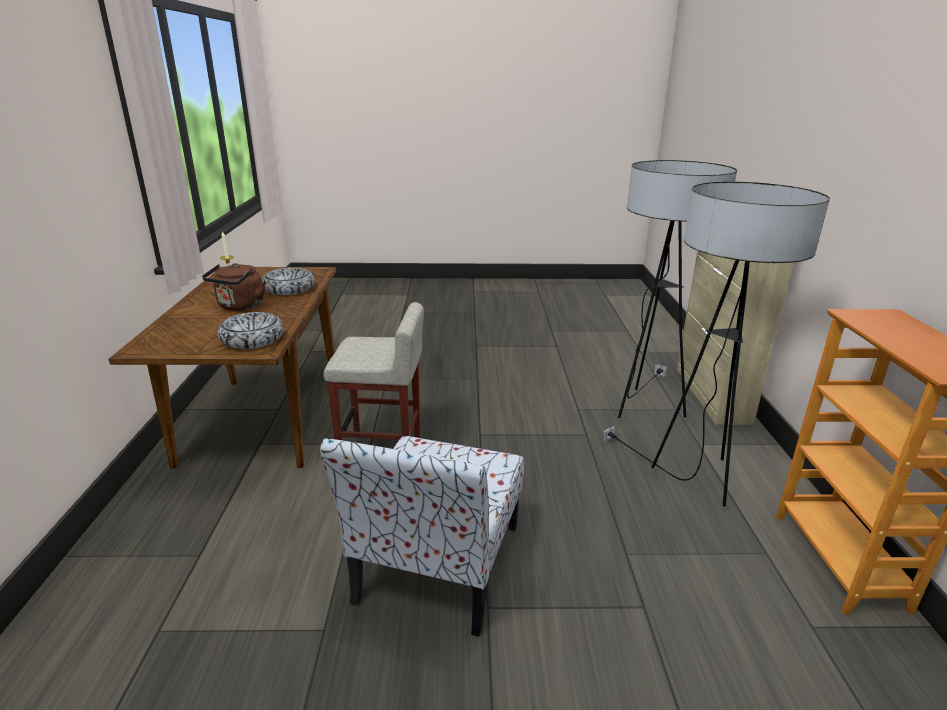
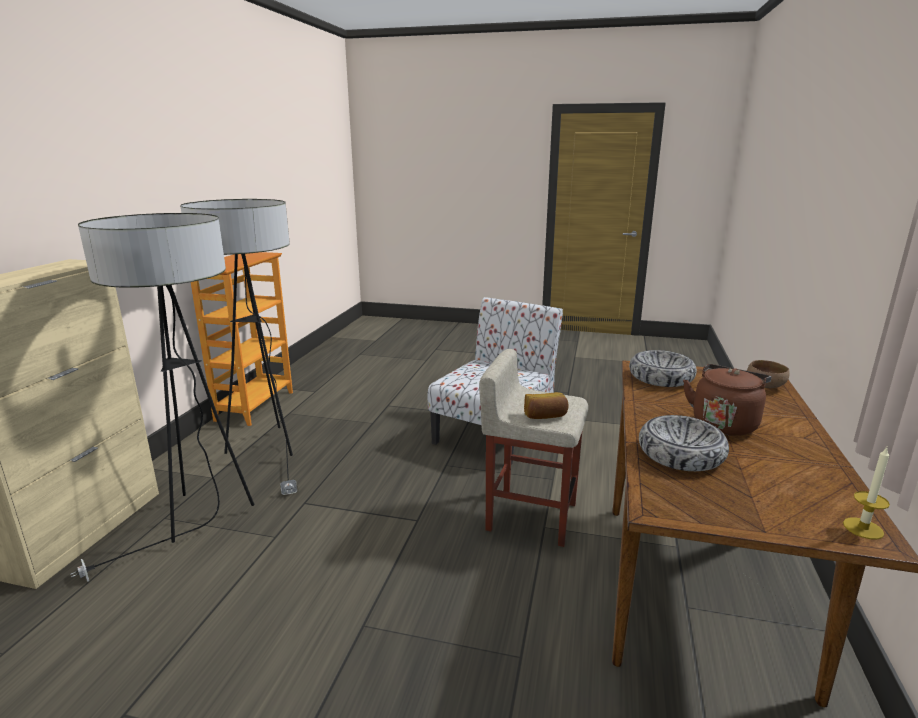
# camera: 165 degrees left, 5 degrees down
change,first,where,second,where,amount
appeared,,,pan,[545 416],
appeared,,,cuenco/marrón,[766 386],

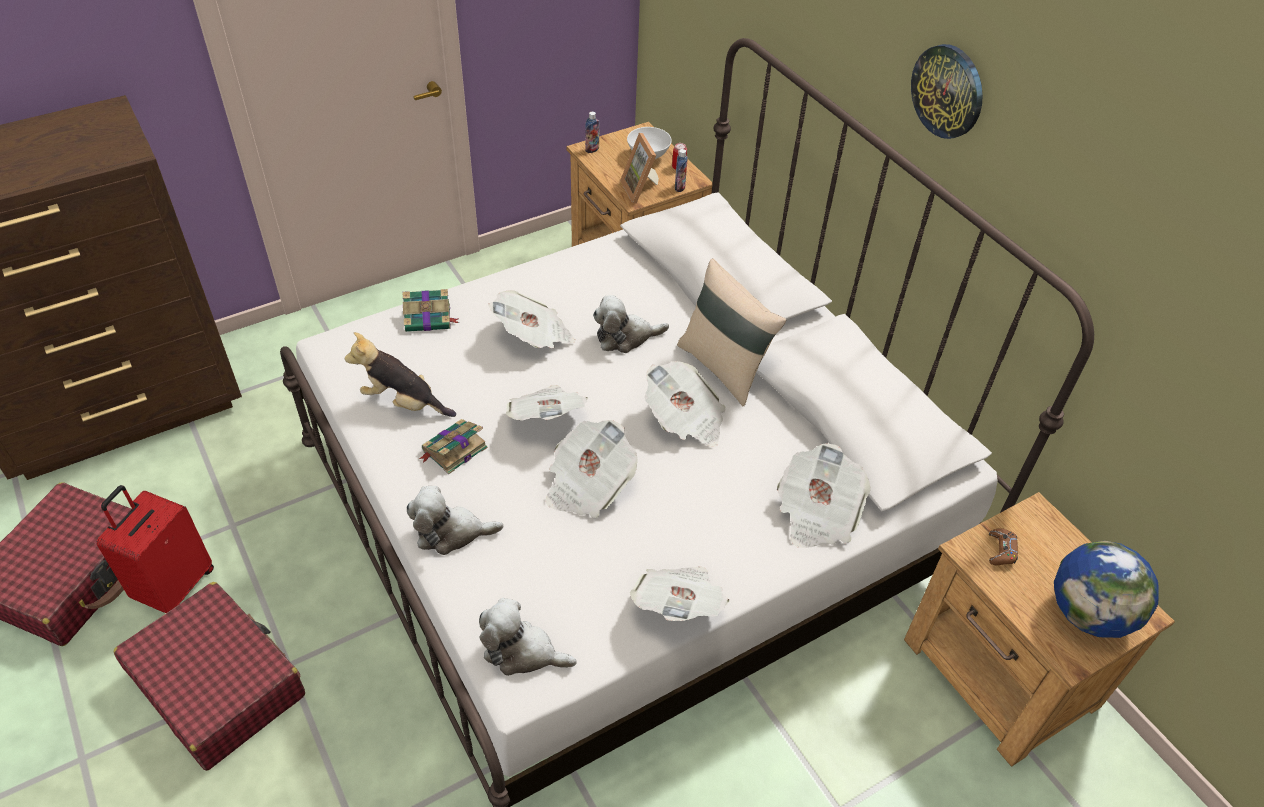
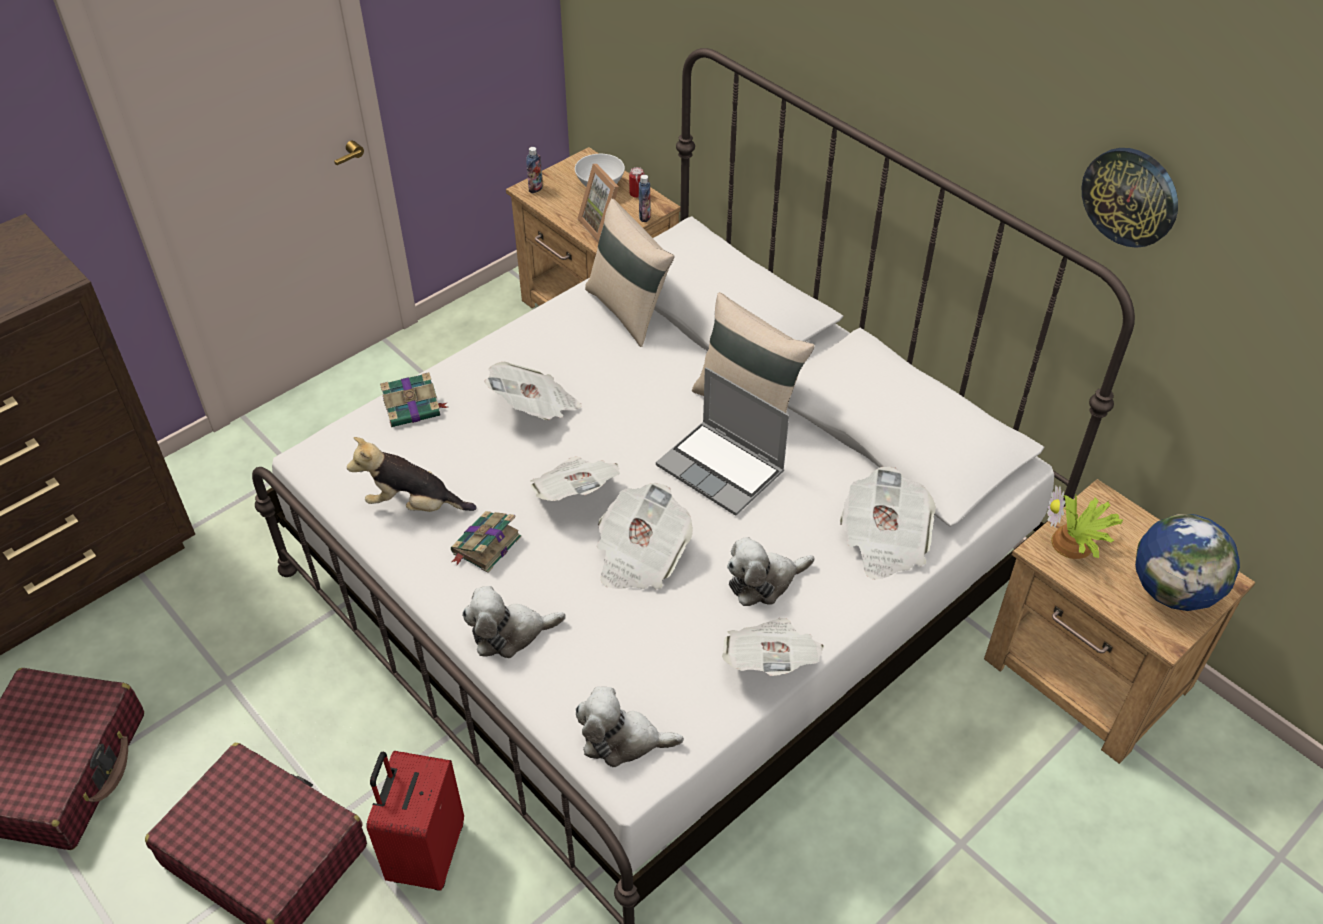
# camera: 10 degrees left, 0 degrees up
change,first,where,second,where,amount
relocated,maleta/rojo,[174 586],,[425 854],
relocated,peluche,[625 337],,[764 582],
exchanged,periódico,[685 420],portátil,[722 469],
relocated,reloj de pared,[948 91],,[1130 196],
exchanged,mando de consola/marrón,[1001 550],planta en maceta,[1074 544],
appeared,,,cojín/beis,[629 311],

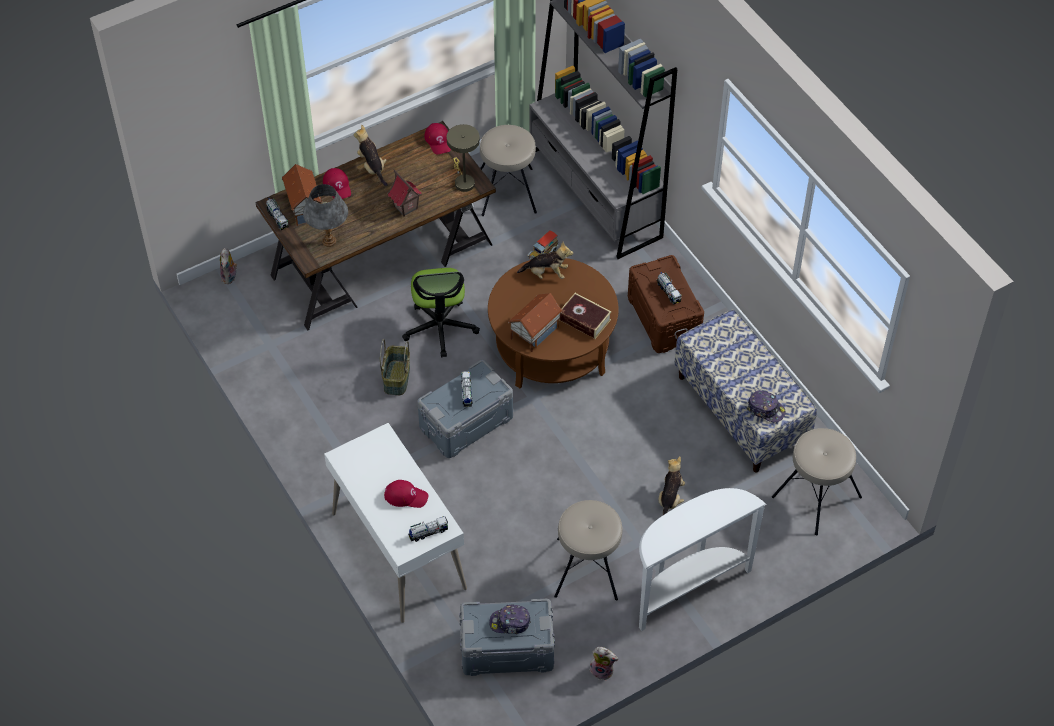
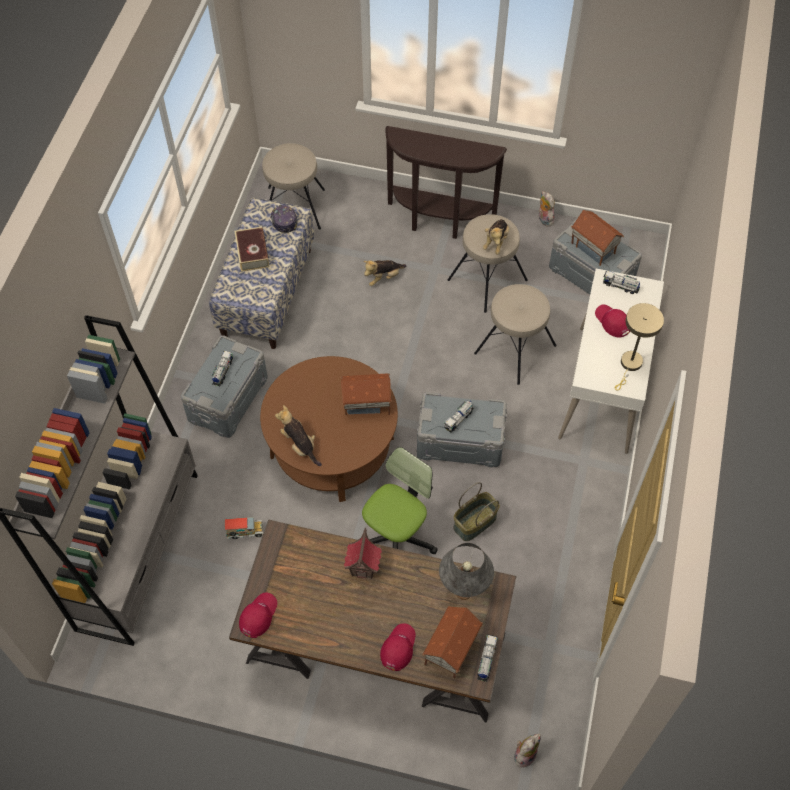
# camera: 135 degrees left, 5 degrees up
change,first,where,second,where,amount
relocated,peluche,[372 167],,[496 242],
relocated,lámpara de mesa/beis,[463 181],,[630 365],
relocated,taburete/beis,[508 191],,[514 349],
exchanged,gorra,[510 623],casita,[594 247],
relocated,libro,[584 320],,[252 253],
colour,caja de almacenaje/marrón,[664 318],caja de almacenaje/gris,[227 398],
colour,mesa consola/blanco,[686 587],mesa consola/marrón,[438 222],

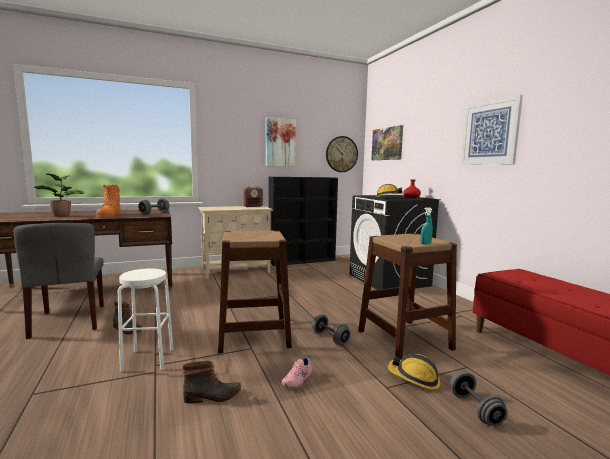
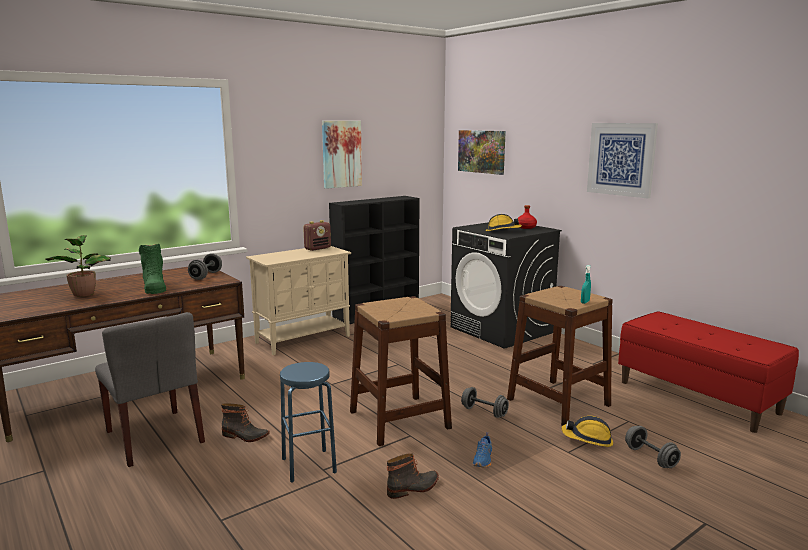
# camera: 15 degrees left, 5 degrees up
change,first,where,second,where,amount
colour,bota/naranja,[109 215],bota/verde,[154 287],
colour,taburete/blanco,[148 359],taburete/azul,[308 465],
colour,zapato/rosa,[298 381],zapato/azul,[483 460],
missing,reloj de pared,[341 154],,,

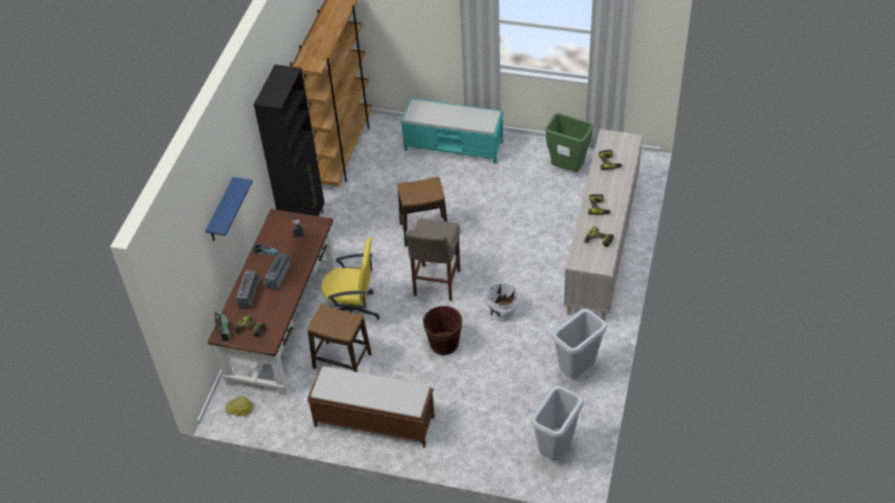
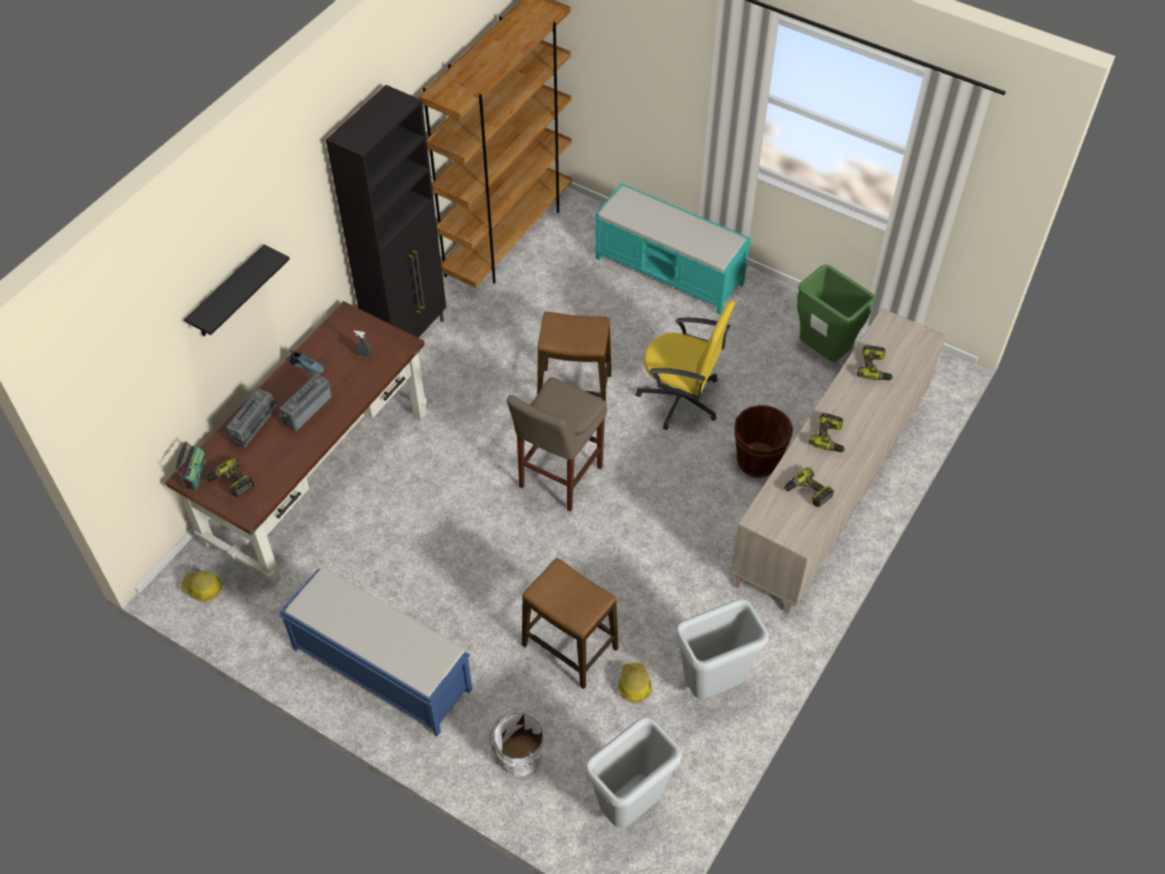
# camera: 15 degrees right, 5 degrees up
change,first,where,second,where,amount
colour,estante/azul,[221 211],estante/negro,[228 294],
relocated,taburete,[342 361],,[569 647],
colour,banco/marrón,[373 421],banco/azul,[380 668],
relocated,silla de oficina/amarillo,[353 311],,[681 399],
relocated,cubo/marrón,[444 344],,[757 461],
relocated,cubo/blanco,[502 312],,[518 756],
appeared,,,casco,[634 685],

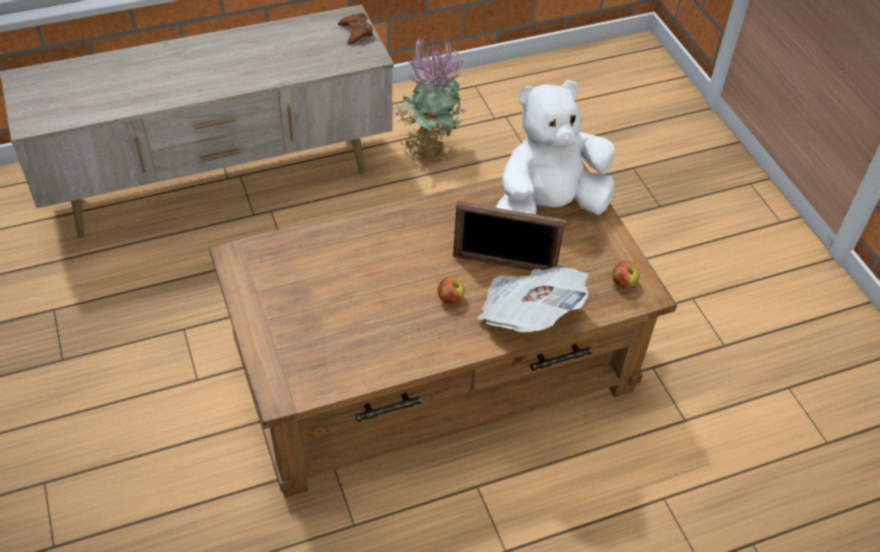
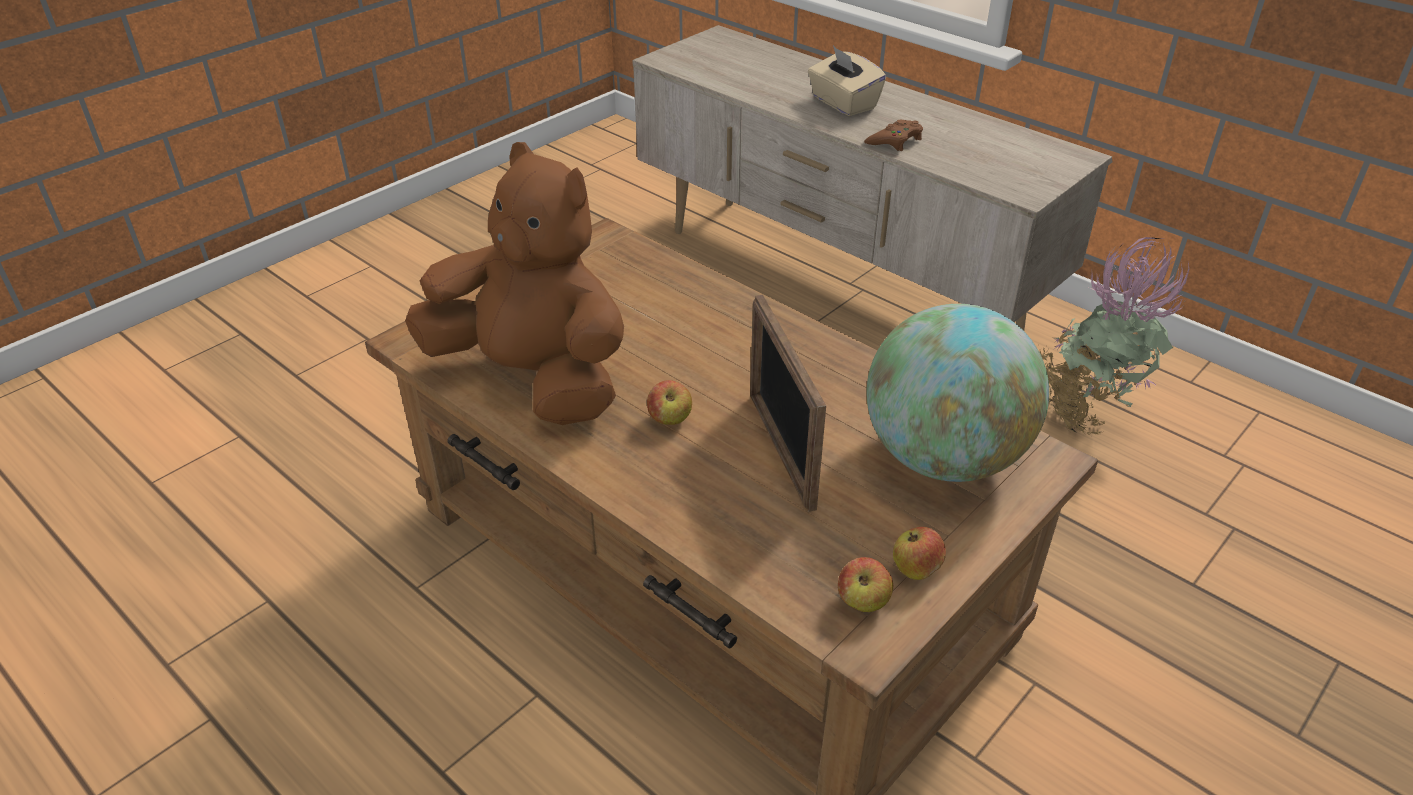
# camera: 65 degrees right, 10 degrees down
change,first,where,second,where,amount
relocated,mando de consola/marrón,[356 32],,[895 141],
missing,periódico,[528 314],,,
exchanged,peluche/blanco,[548 208],globo terráqueo,[944 458],
appeared,,,peluche/marrón,[534 378],
appeared,,,caja de pañuelos/beis,[843 103],
appeared,,,manzana,[916 569],

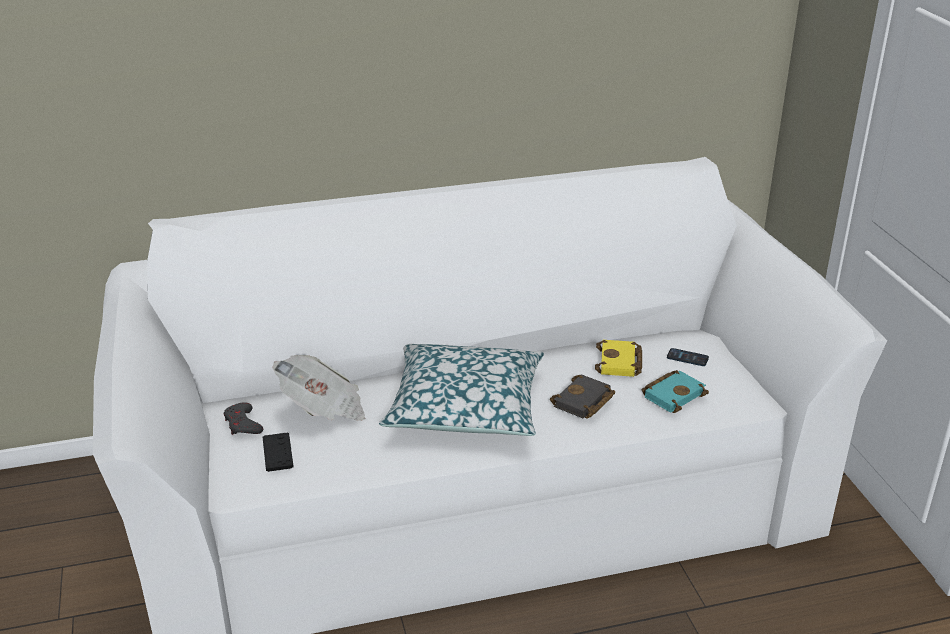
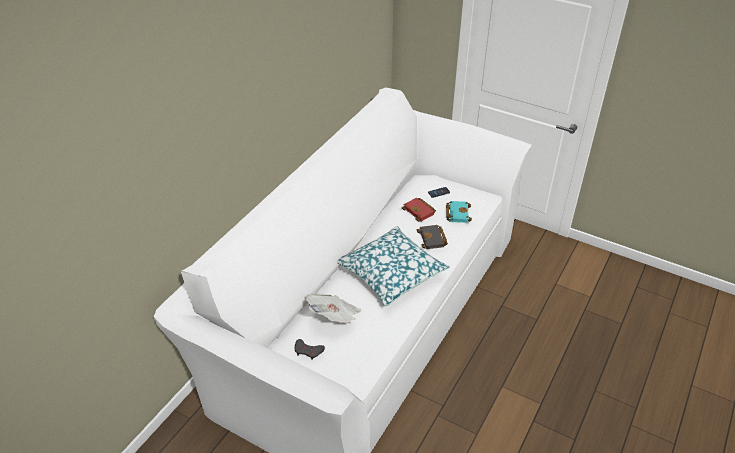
# camera: 45 degrees left, 10 degrees up
change,first,where,second,where,amount
missing,mando de consola/negro,[277 453],,,
colour,libro/amarillo,[620 363],libro/rojo,[420 211],

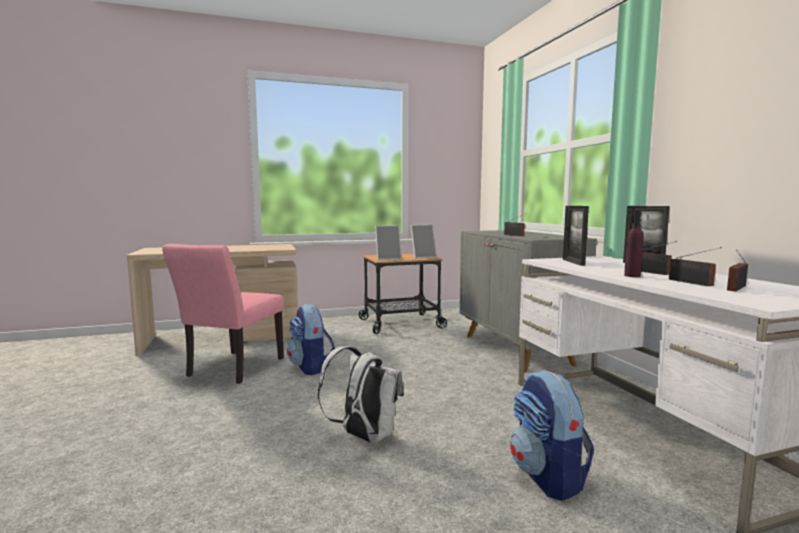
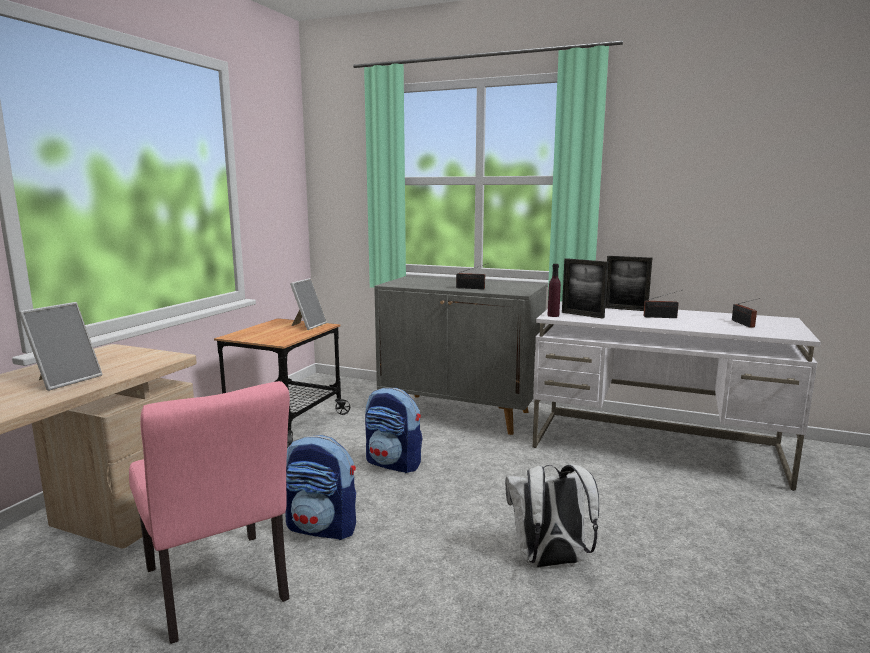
# camera: 50 degrees left, 5 degrees up
change,first,where,second,where,amount
relocated,portarretratos,[388 259],,[65 380],
relocated,mochila,[547 477],,[394 463],
relocated,botella/morado,[632 276],,[553 315],
missing,radio,[692 283],,,

